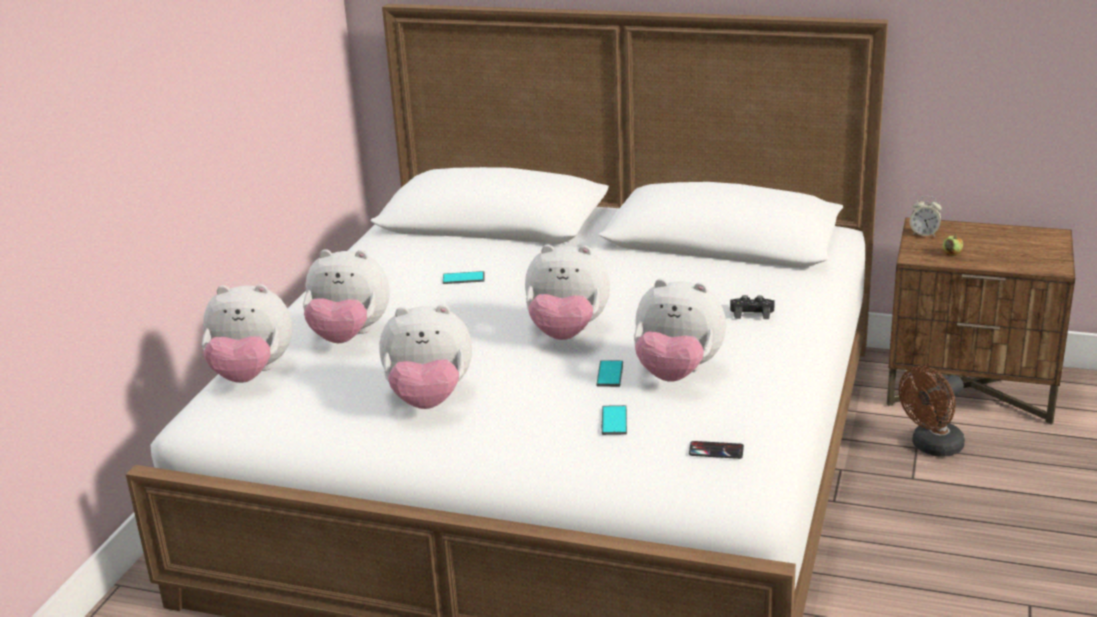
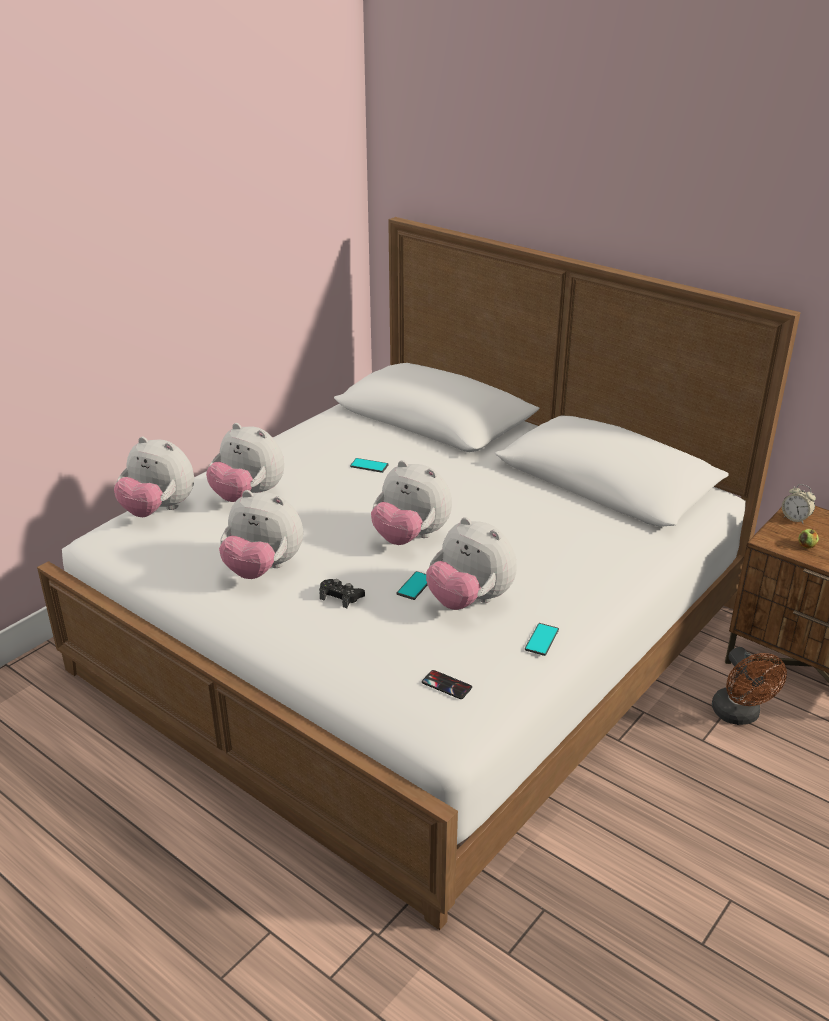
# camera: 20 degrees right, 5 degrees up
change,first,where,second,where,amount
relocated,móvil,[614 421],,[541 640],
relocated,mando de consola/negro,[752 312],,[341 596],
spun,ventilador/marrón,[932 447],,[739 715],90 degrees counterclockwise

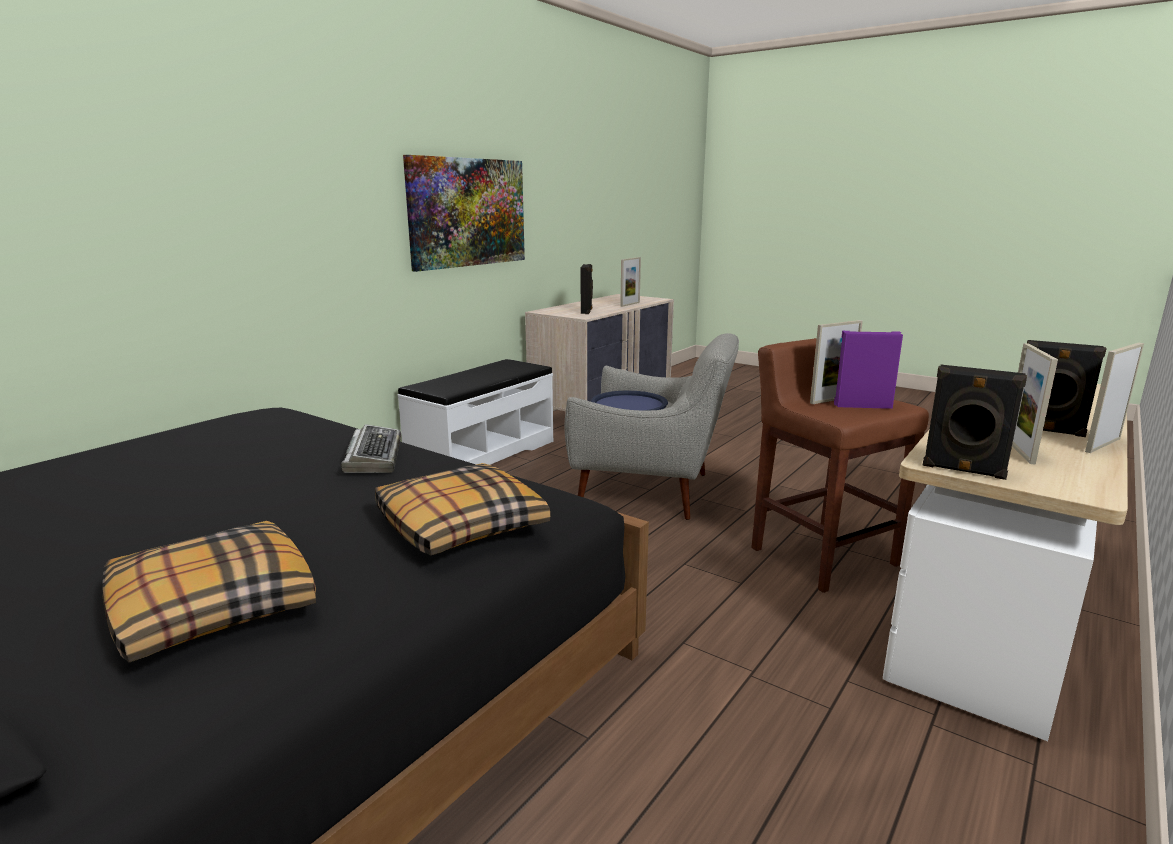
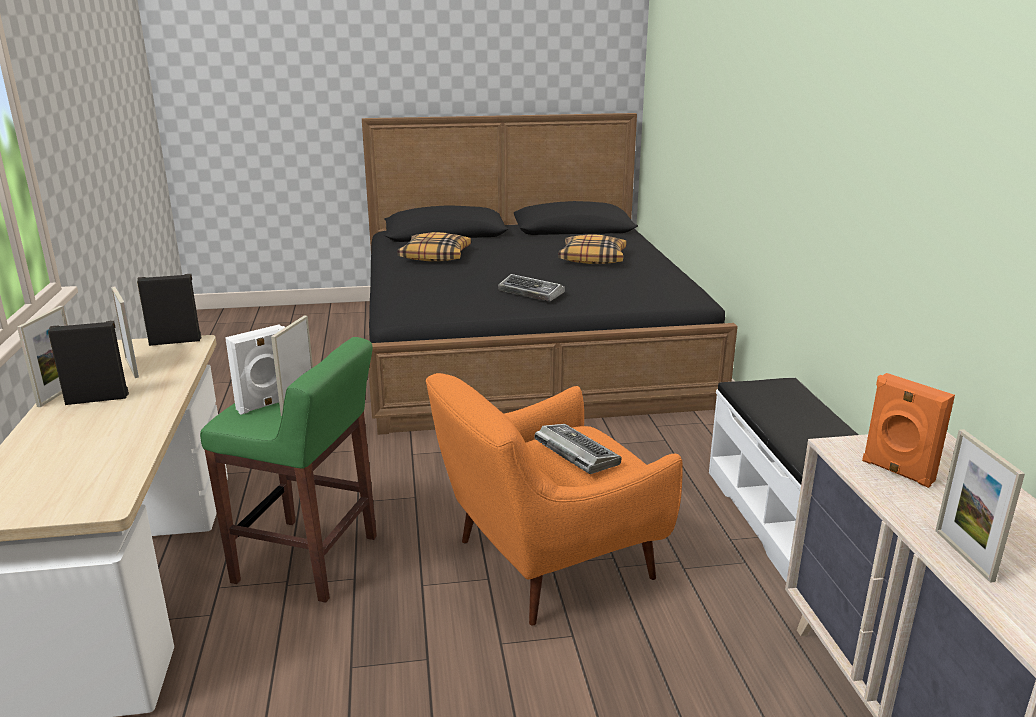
# camera: 135 degrees right, 5 degrees up
change,first,where,second,where,amount
relocated,cojín,[459 525],,[592 258],
missing,cuadro,[468 212],,,
colour,sillón/gris,[652 490],sillón/naranja,[546 563],
colour,altavoz/negro,[587 311],altavoz/naranja,[896 472],
exchanged,bandeja/azul,[629 404],teclado,[575 453],
colour,taburete/marrón,[822 556],taburete/verde,[308 560],
colour,altavoz/morado,[862 406],altavoz/blanco,[265 405],

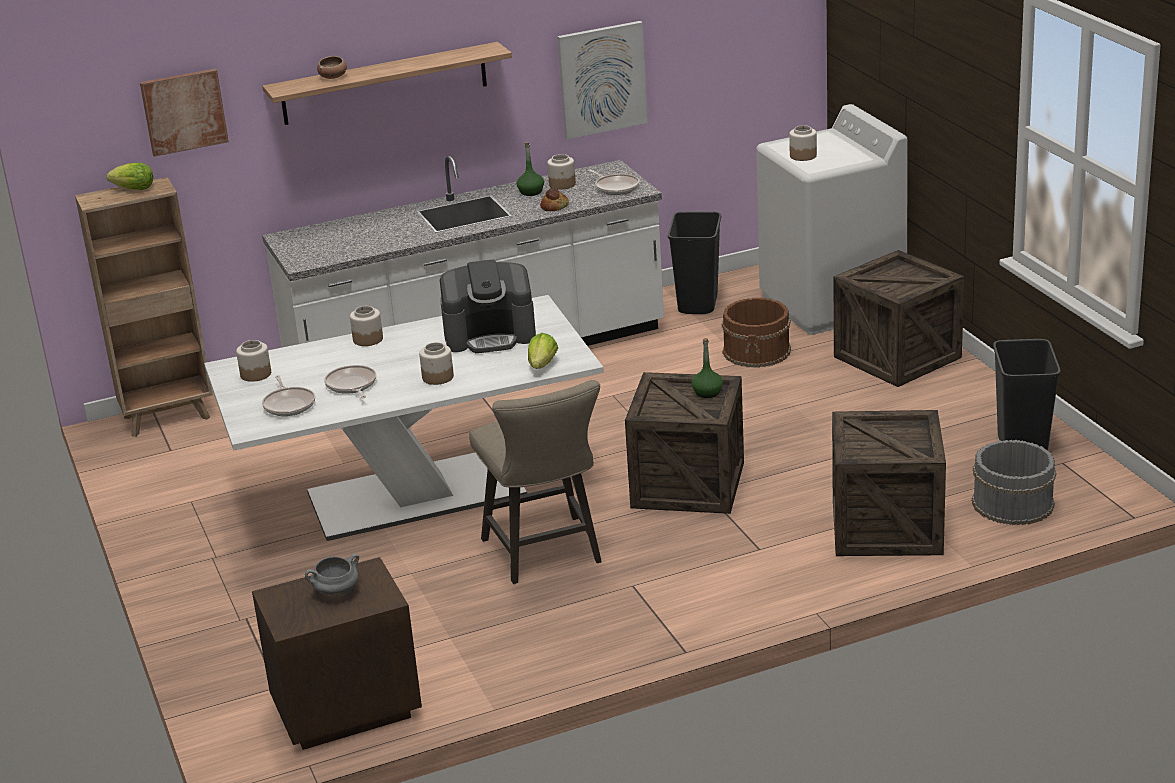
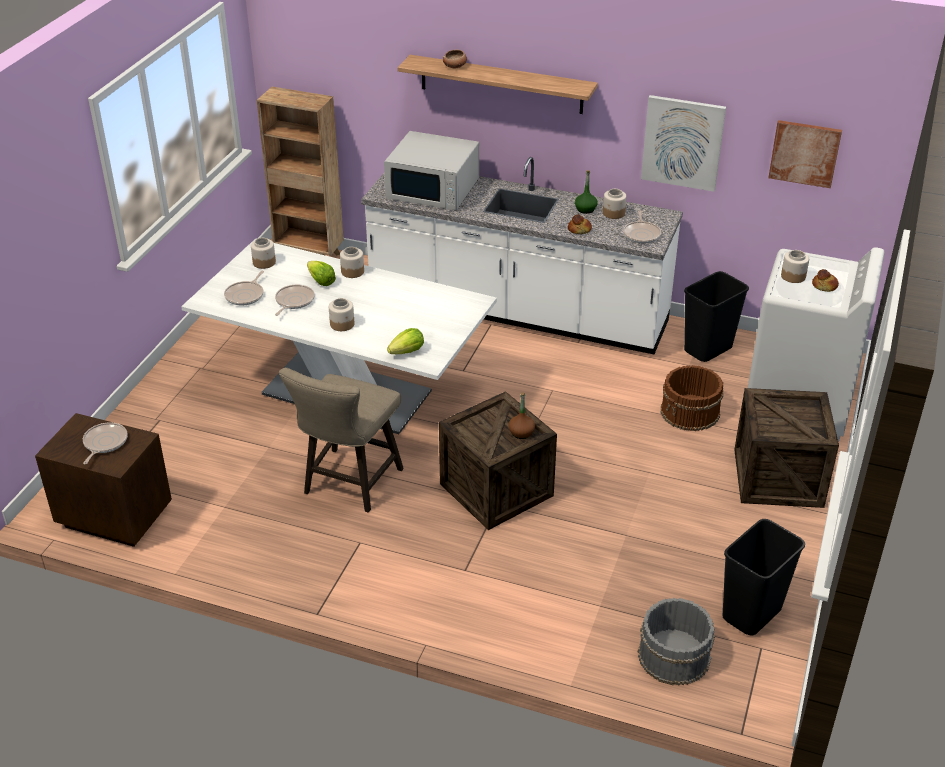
# camera: 40 degrees right, 10 degrees up
change,first,where,second,where,amount
relocated,lechuga,[134 189],,[321 282],
relocated,cuadro,[184 111],,[804 153],
exchanged,olla/gris,[336 592],sartén,[104 443],
missing,cafetera,[490 335],,,
colour,botella/verde,[707 392],botella/marrón,[521 433],
missing,caja de embalaje,[886 527],,,
appeared,,,microondas/blanco,[433 189],
appeared,,,pan,[824 286],

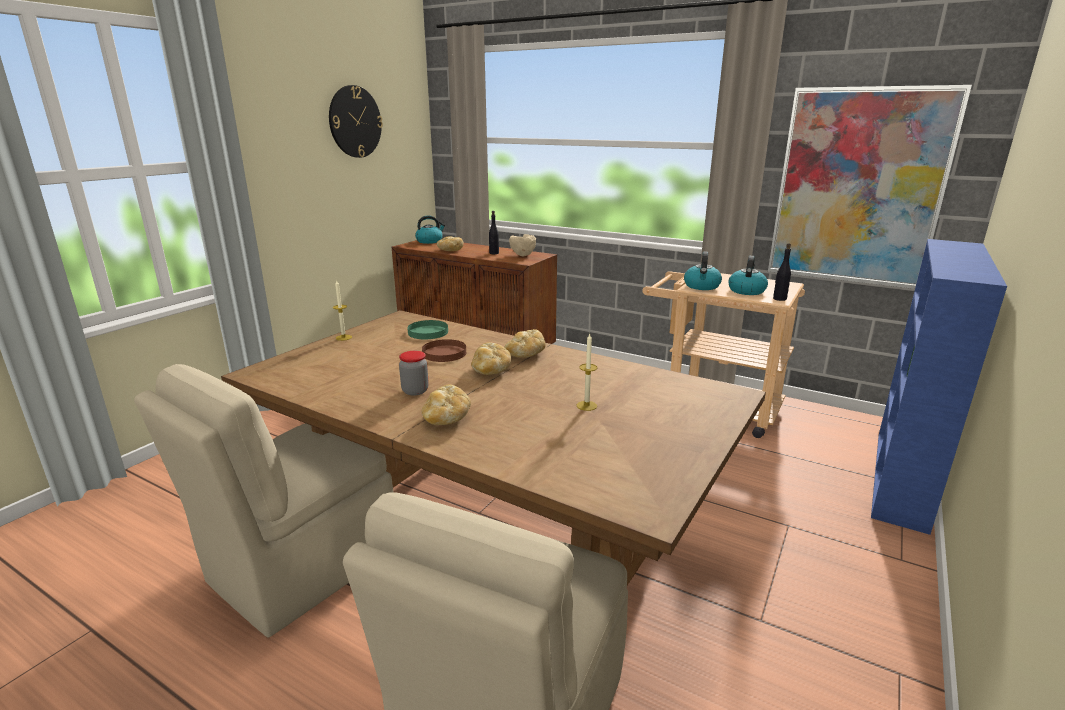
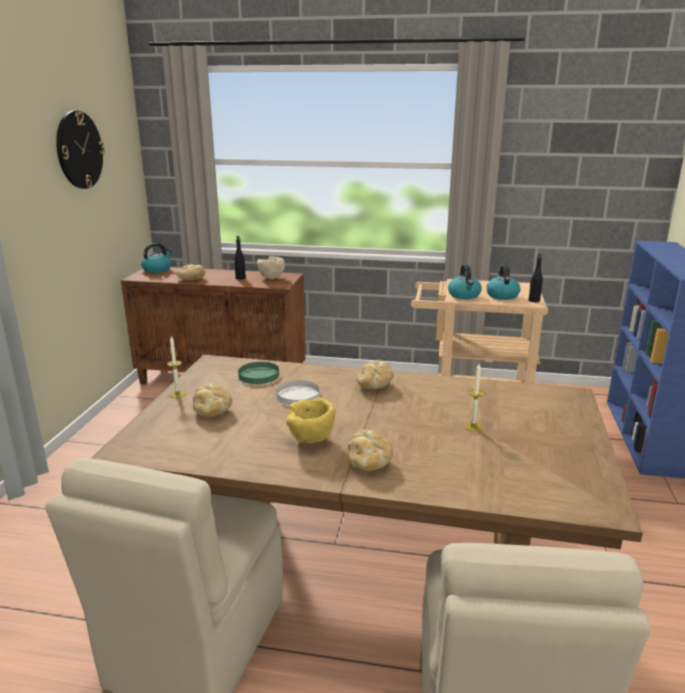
# camera: 20 degrees left, 0 degrees up
change,first,where,second,where,amount
exchanged,tarro,[415 391],cuenco/amarillo,[311 440],
colour,plato/marrón,[444 353],plato/blanco,[298 396],
relocated,pan,[491 370],,[212 411],
missing,cuadro,[858 188],,,

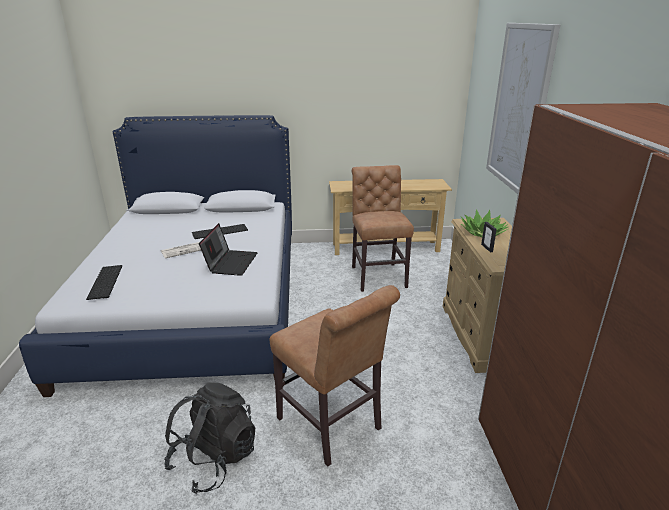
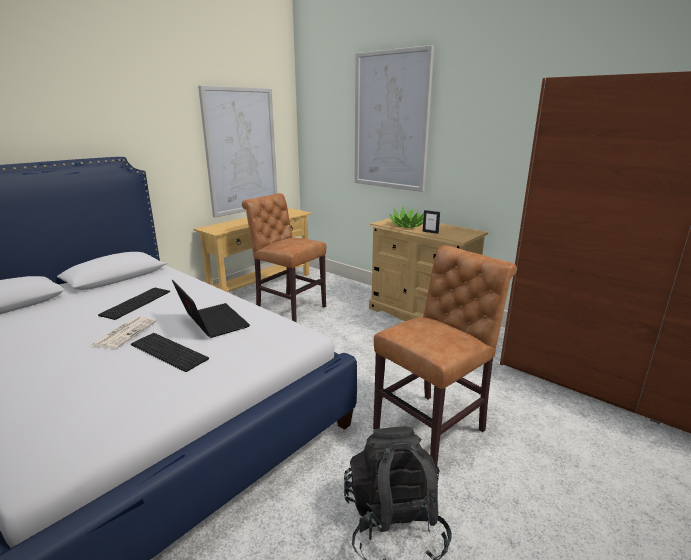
# camera: 45 degrees left, 5 degrees down
change,first,where,second,where,amount
relocated,teclado,[106 282],,[170 351],
spun,silla/marrón,[332 427],,[433 427],45 degrees counterclockwise
appeared,,,cuadro,[241 151],

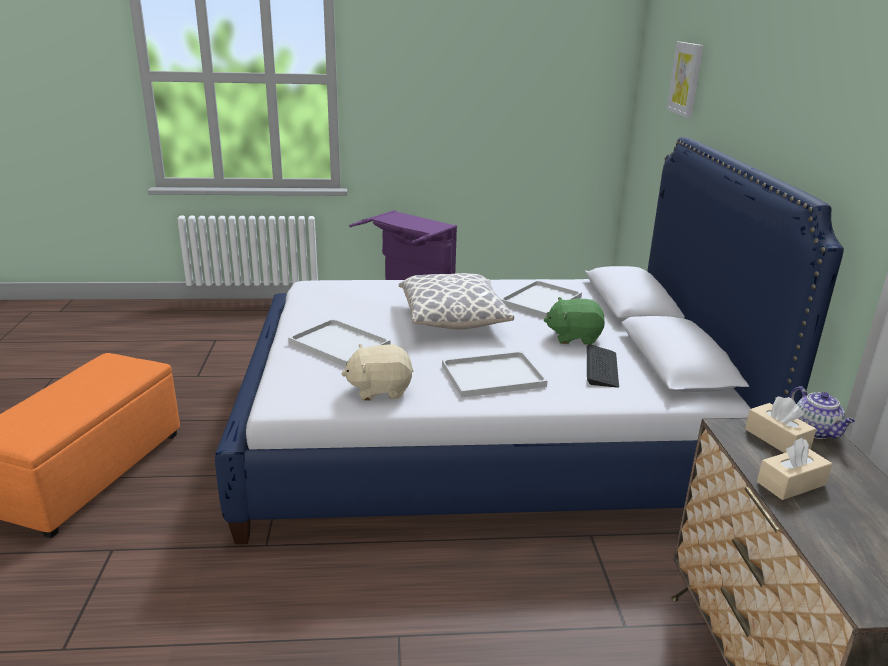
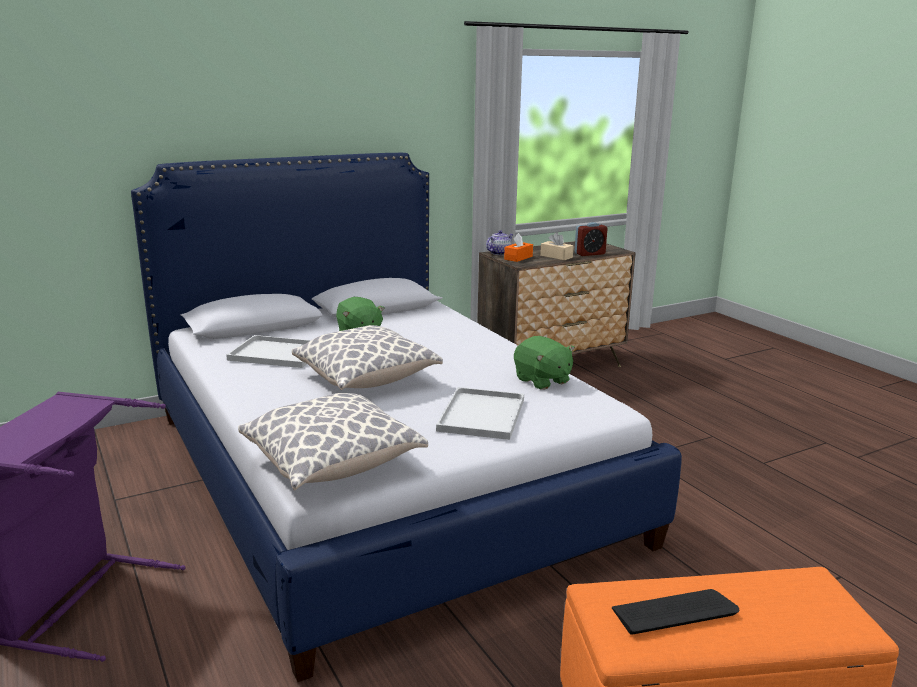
# camera: 115 degrees left, 5 degrees down
change,first,where,second,where,amount
colour,peluche/beis,[379 390],peluche/verde,[542 380],
missing,bandeja/blanco,[494 375],,,
relocated,teclado,[601 368],,[673 612],
missing,cuadro,[686 79],,,
colour,caja de pañuelos/beis,[777 439],caja de pañuelos/naranja,[518 258],
appeared,,,cojín,[332 464],
appeared,,,despertador,[589 254],

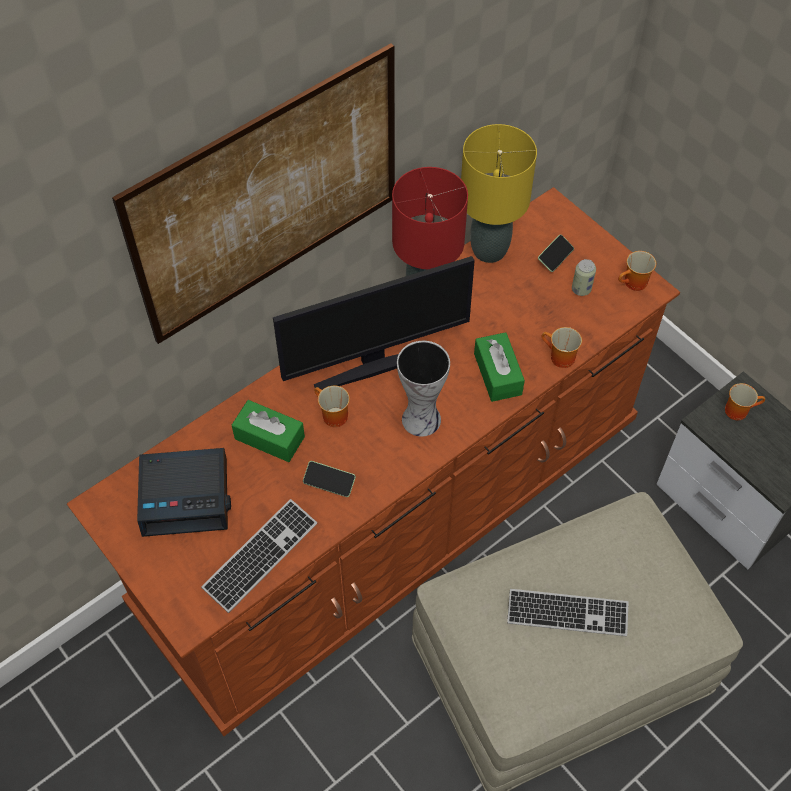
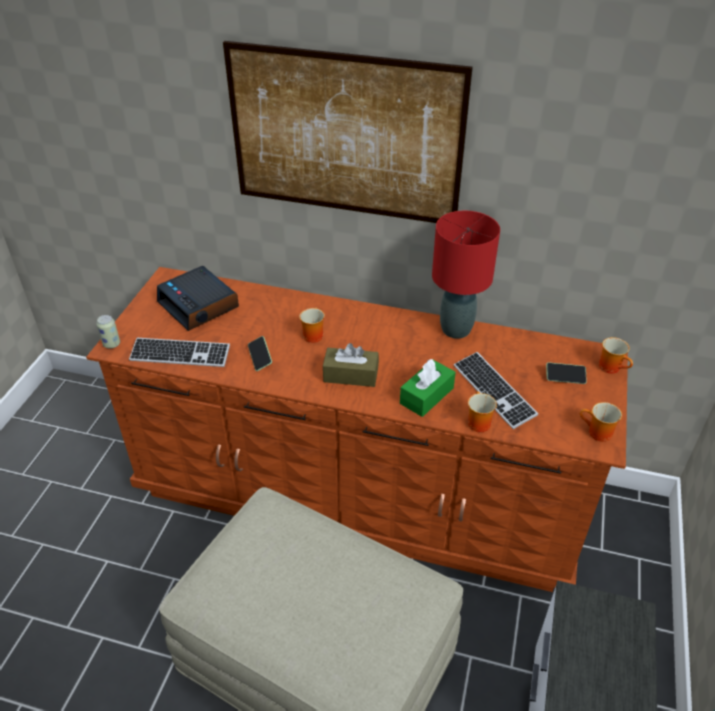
# camera: 55 degrees right, 15 degrees down
change,first,where,second,where,amount
missing,caja de pañuelos/verde,[269 438],,,
missing,monitor,[375 365],,,
exchanged,florero,[421 417],caja de pañuelos/marrón,[351 375],
missing,lámpara de mesa/amarillo,[489 250],,,
relocated,teclado,[567 614],,[493 391],
relocated,lata,[581 289],,[111 344],
relocated,taza grande,[738 409],,[612 367],

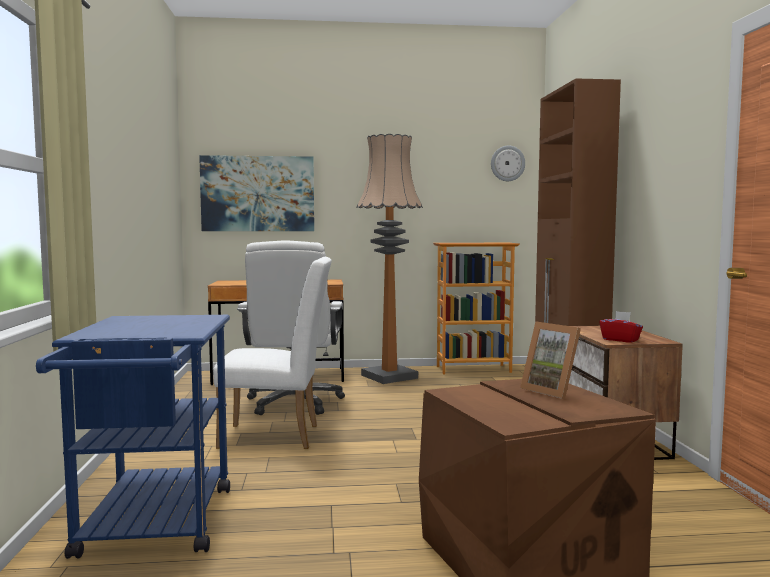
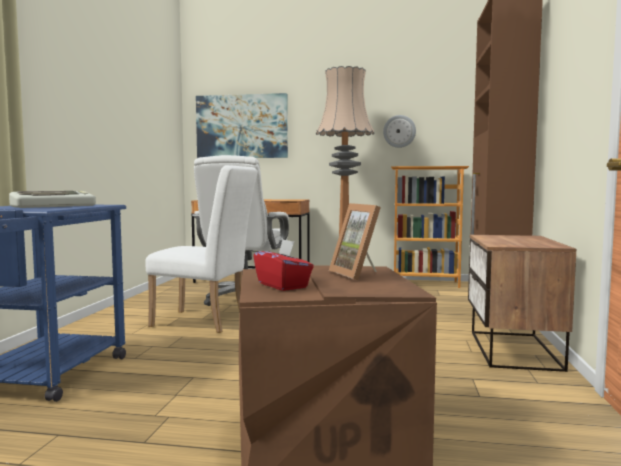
# camera: 15 degrees right, 0 degrees up
change,first,where,second,where,amount
relocated,reloj de pared,[507 163],,[399 131],
relocated,caja de pañuelos/rojo,[620 340],,[283 285],
appeared,,,teclado,[54 206],

